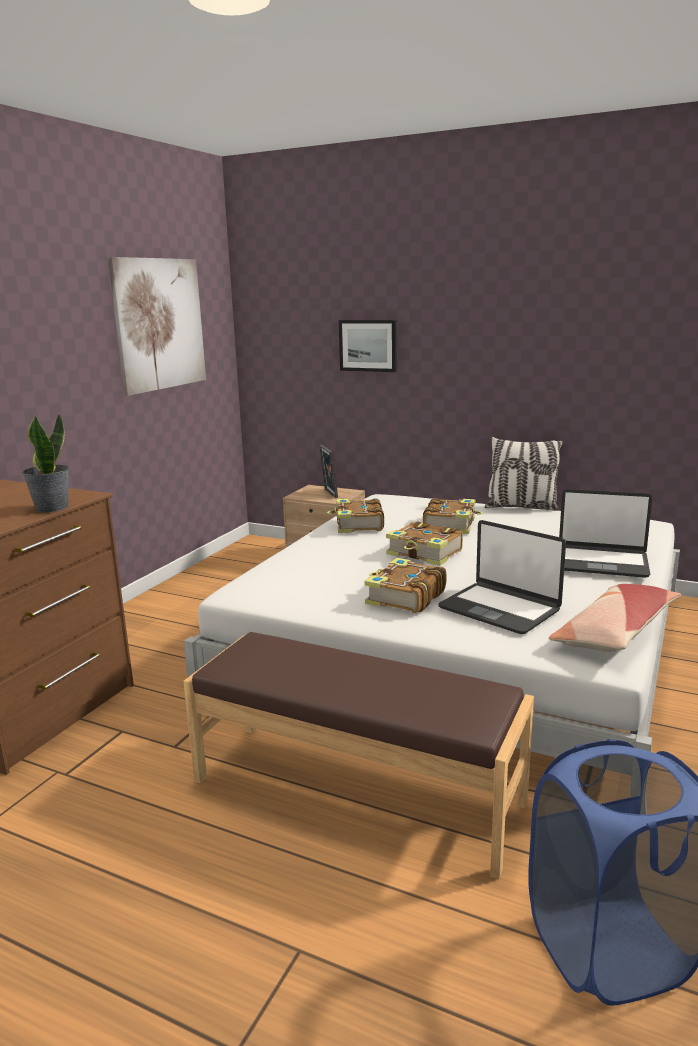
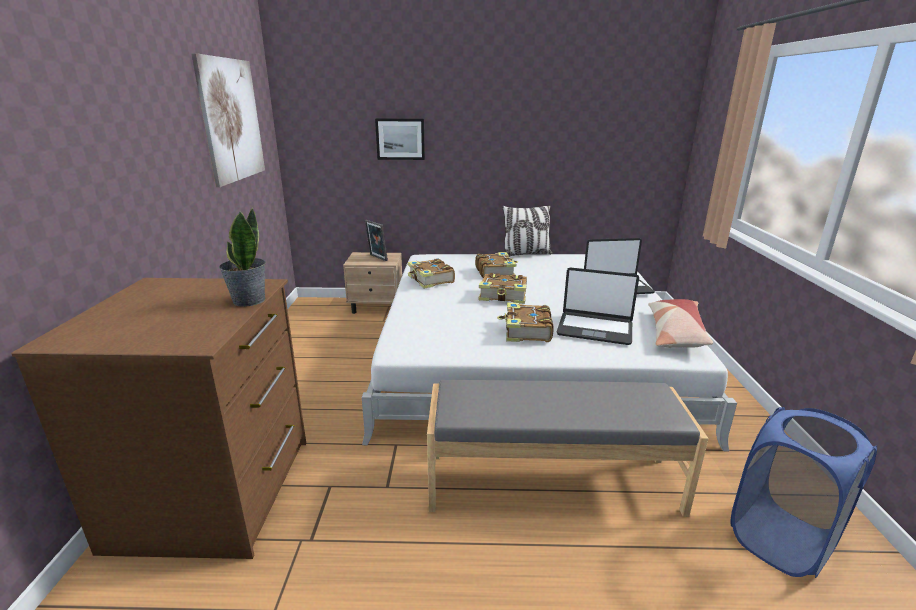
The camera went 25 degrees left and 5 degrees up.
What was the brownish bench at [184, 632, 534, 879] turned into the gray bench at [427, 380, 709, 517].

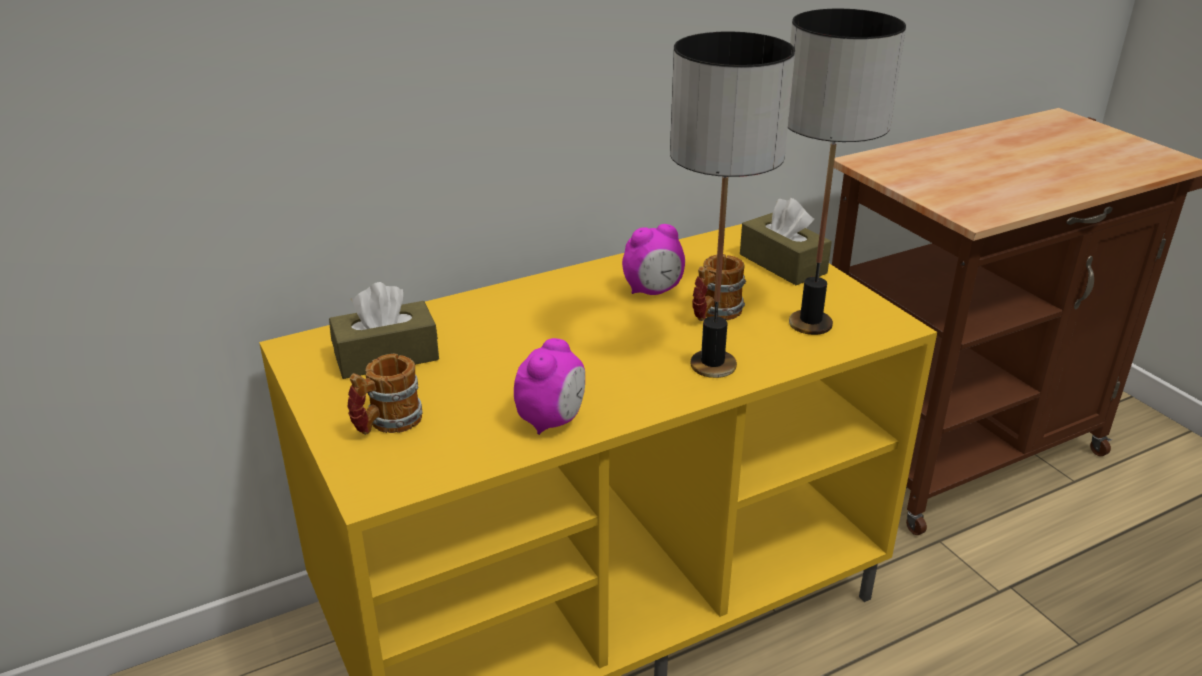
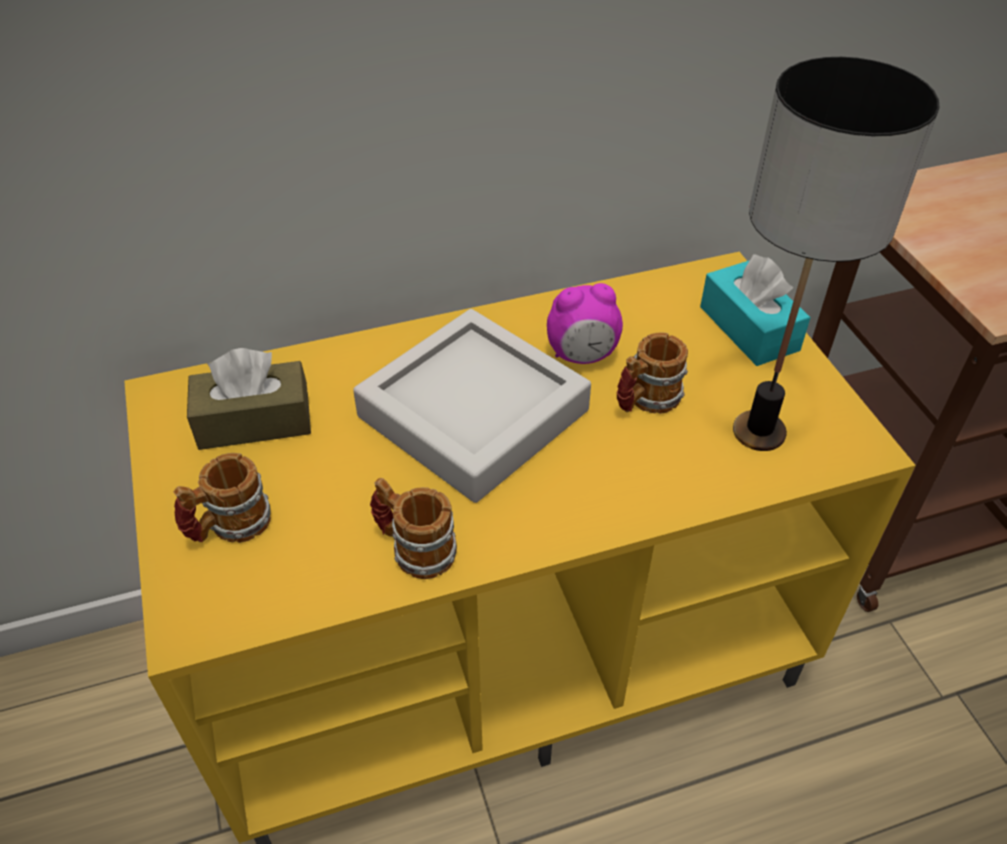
The camera went 10 degrees right and 15 degrees up.
The second view lost the tabletop lamp at [670, 31, 795, 378].
The second view gained the gray serving tray at [353, 309, 591, 503].
Where the bedside clock stood at [514, 338, 585, 435], the mug came to stand at [370, 478, 457, 579].
What was the brownish tissue box at [740, 198, 832, 285] turned into the turquoise tissue box at [700, 254, 811, 366].

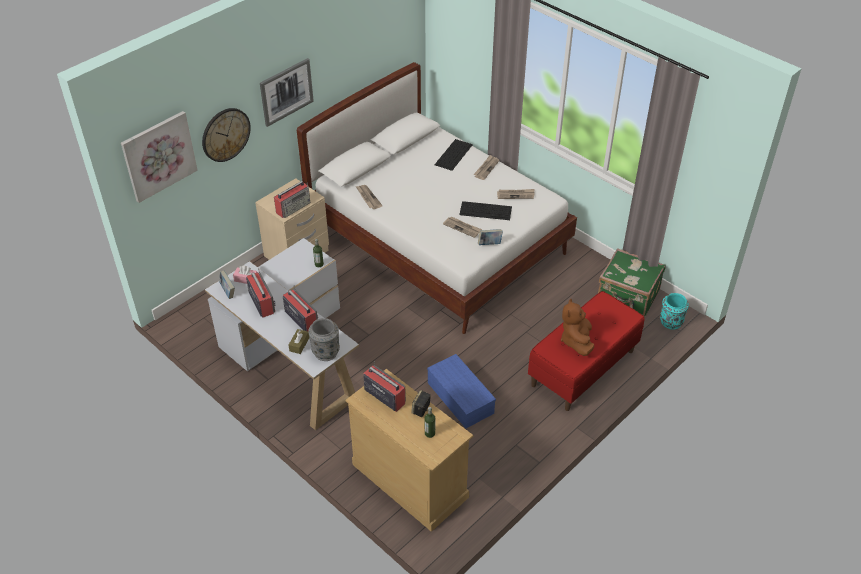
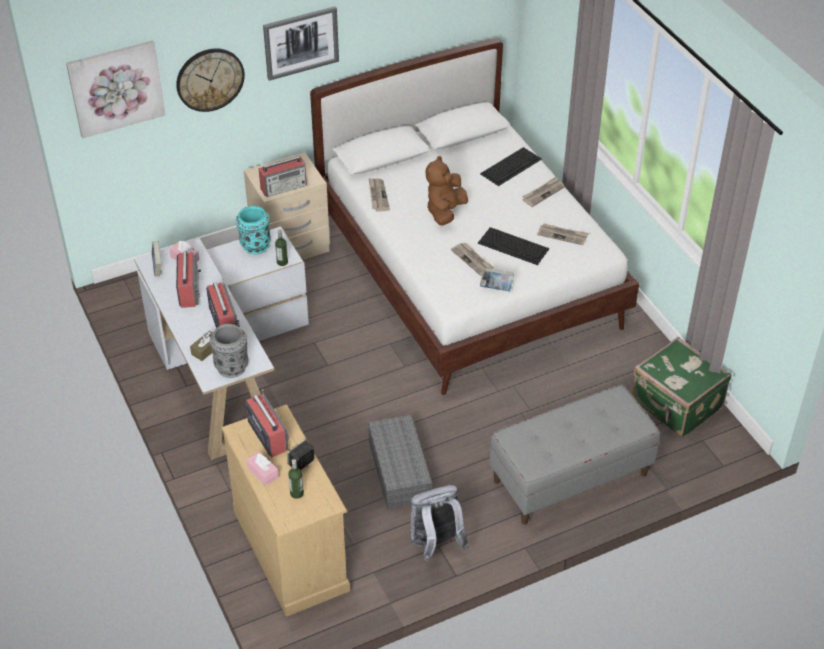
The camera went 20 degrees right and 0 degrees up.
The second view gained the pink tissue box at [246, 452, 279, 486].
The second view gained the gray knapsack at [411, 485, 469, 561].
The brownish cuddly toy ended up elsewhere, having gone from [561, 299, 594, 356] to [426, 156, 468, 225].
The turquoise decorative vase ended up elsewhere, having gone from [660, 293, 689, 330] to [236, 206, 271, 254].
What was the blue-coloured storage container at [427, 354, 496, 428] turned into the gray storage container at [368, 415, 432, 509].
What was the red bench at [528, 291, 644, 411] turned into the gray bench at [490, 385, 660, 525].

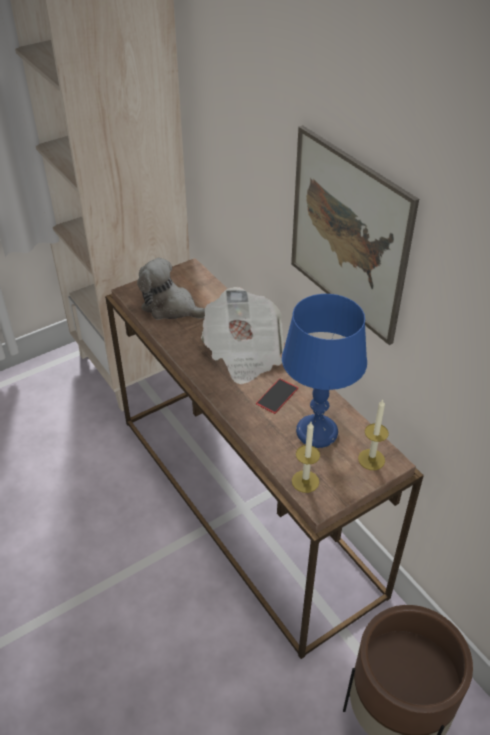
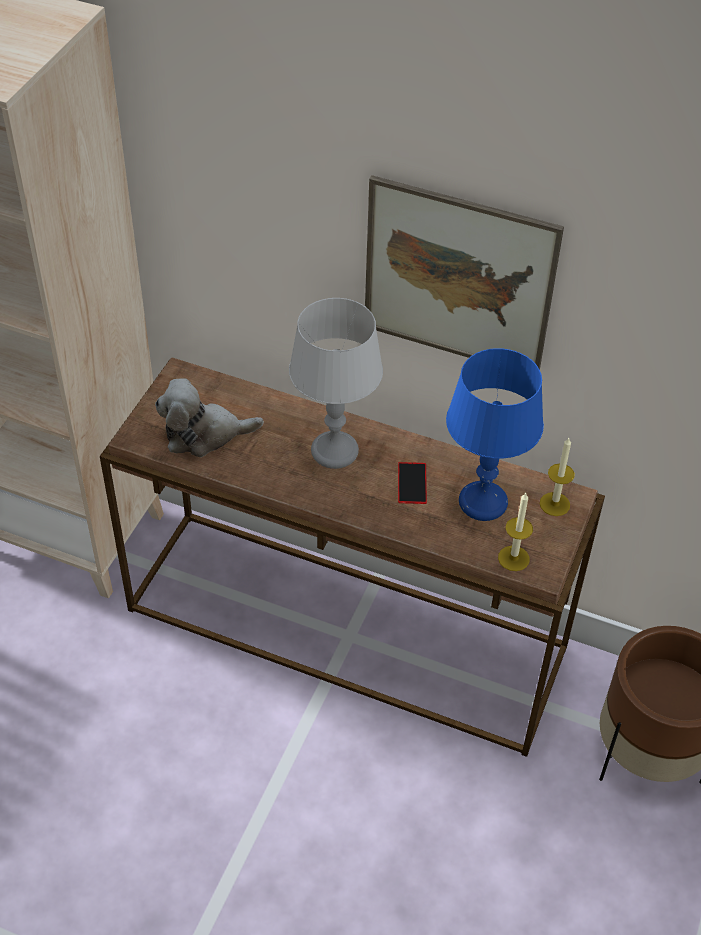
The camera went 35 degrees left and 5 degrees up.
Where the printed paper stood at [201, 287, 284, 384], the gray tabletop lamp came to stand at [289, 298, 383, 469].

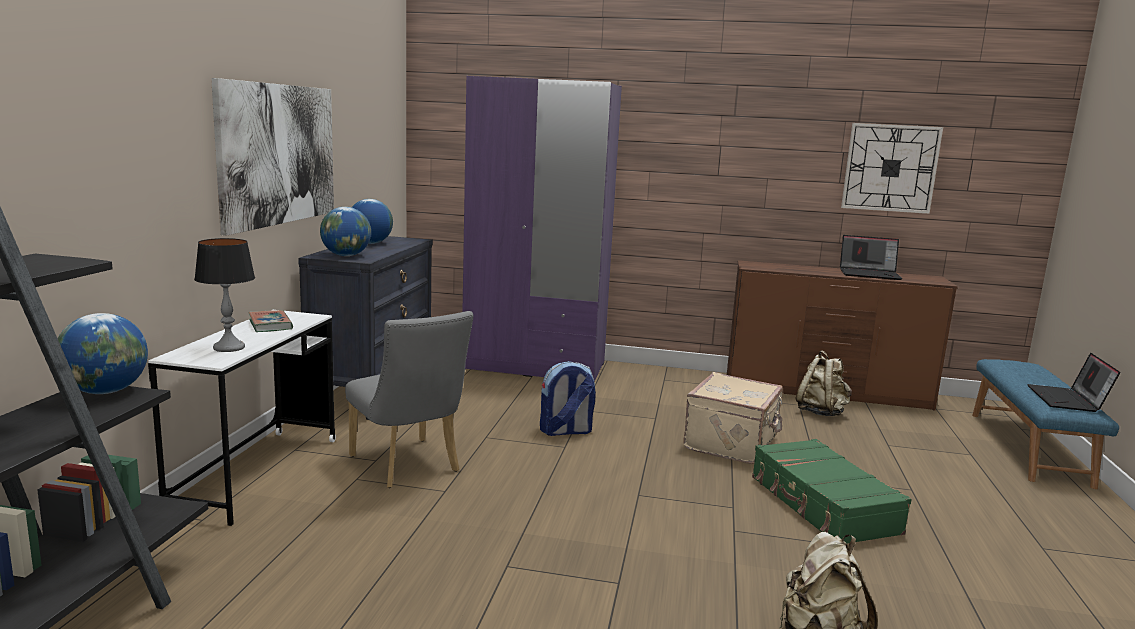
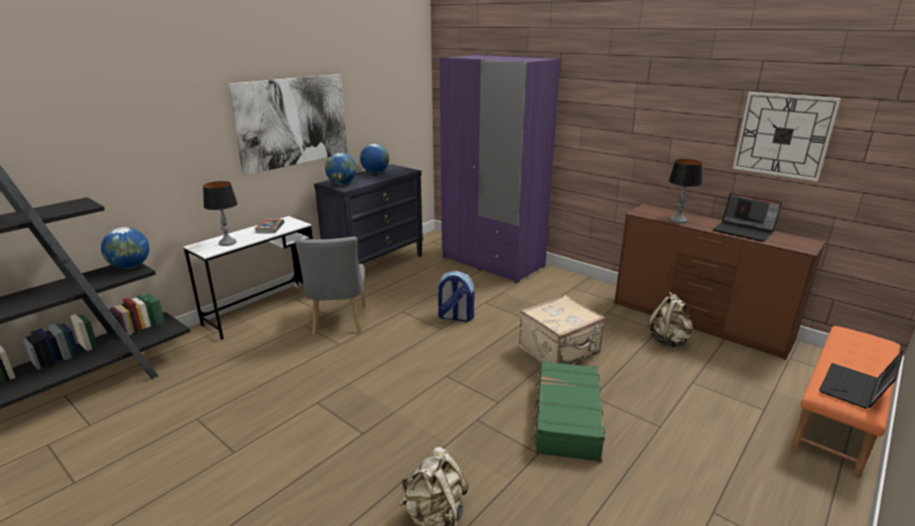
The camera went 30 degrees right and 10 degrees up.
The second view gained the tabletop lamp at [669, 159, 702, 223].
What was the blue-coloured bench at [972, 359, 1119, 489] turned into the orange-coloured bench at [791, 326, 900, 478].

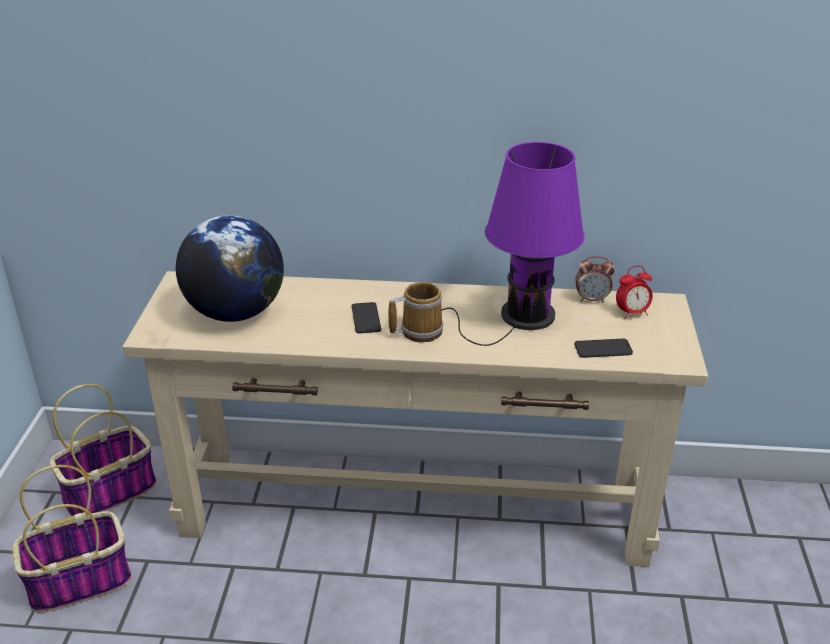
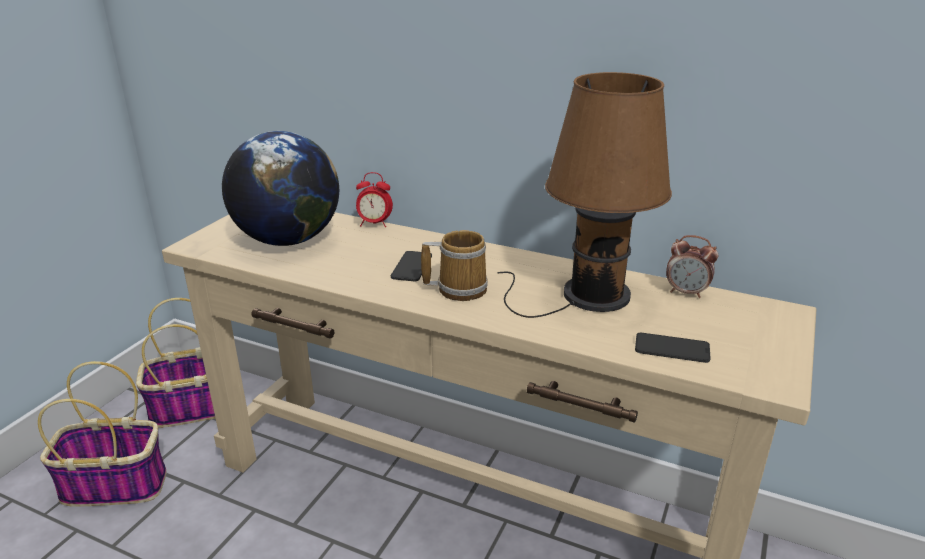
The camera went 20 degrees right and 5 degrees down.
The bedside clock ended up elsewhere, having gone from [616, 266, 653, 319] to [356, 172, 393, 227].
What was the purplish tabletop lamp at [442, 142, 585, 346] turned into the brownish tabletop lamp at [497, 72, 672, 318].

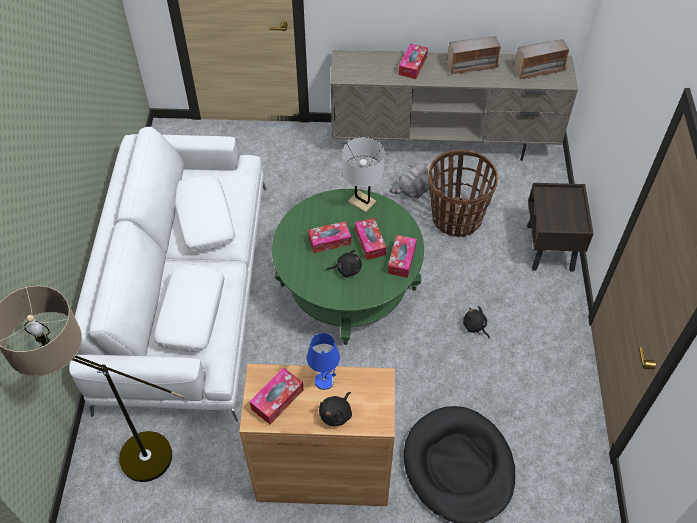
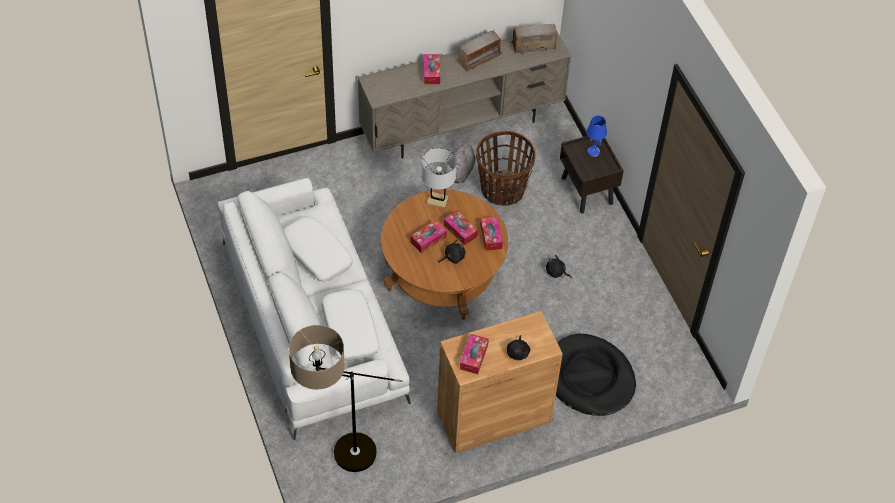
The camera went 25 degrees left and 0 degrees up.
The blue-coloured tabletop lamp ended up elsewhere, having gone from [307, 333, 340, 390] to [587, 116, 607, 157].
What was the green coffee table at [272, 189, 424, 345] turned into the brownish coffee table at [381, 189, 508, 320].
The radio set at [513, 39, 569, 80] ended up facing another way, 150 degrees counterclockwise from before.

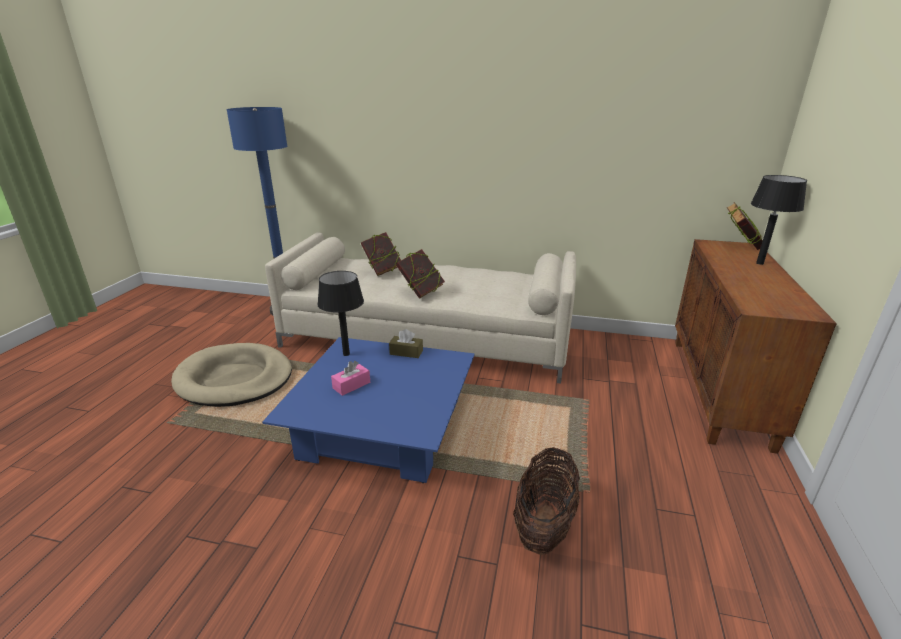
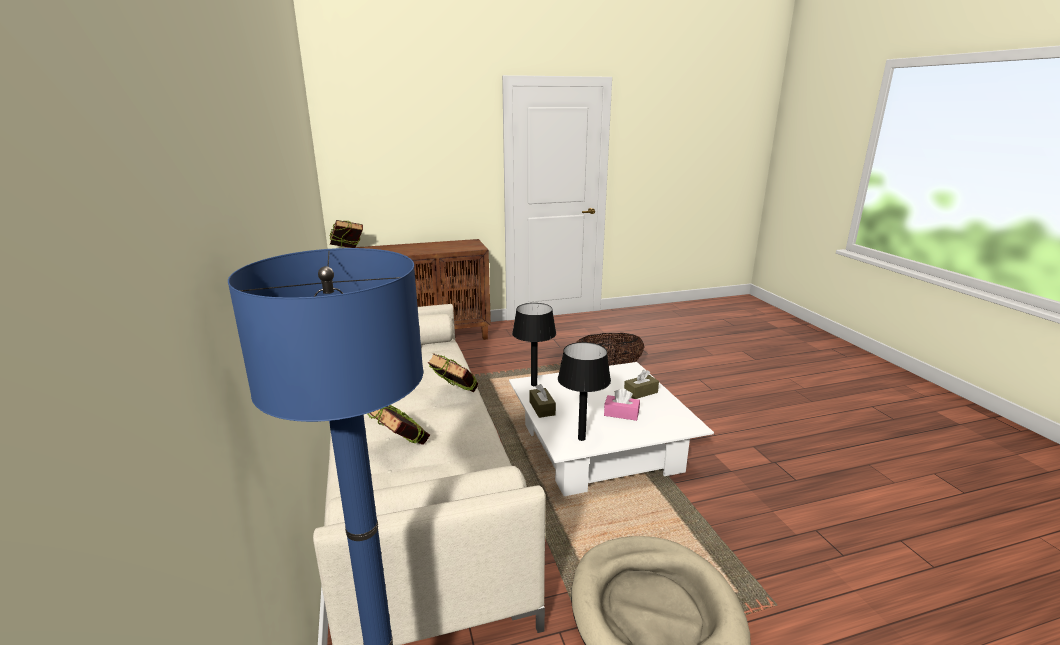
The camera went 120 degrees left and 5 degrees down.
The second view gained the brownish tissue box at [624, 370, 659, 399].
The blackish tabletop lamp ended up elsewhere, having gone from [751, 175, 807, 265] to [512, 303, 556, 386].
What was the blue-coloured coffee table at [262, 337, 475, 483] turned into the white coffee table at [509, 362, 714, 496].

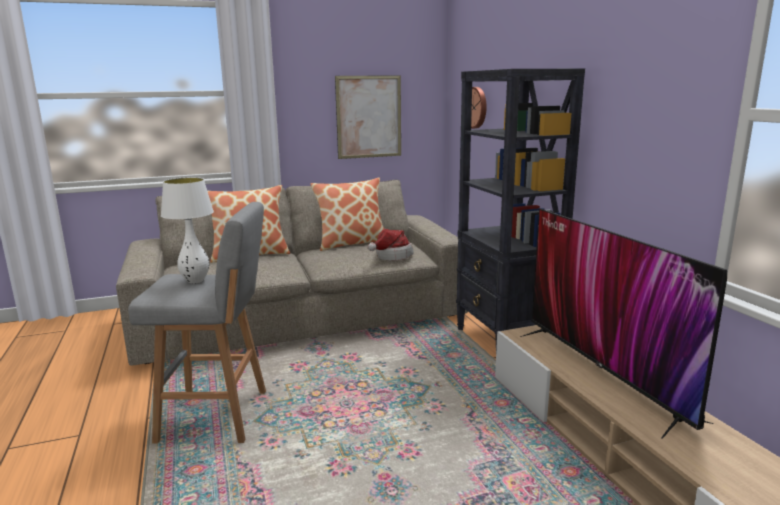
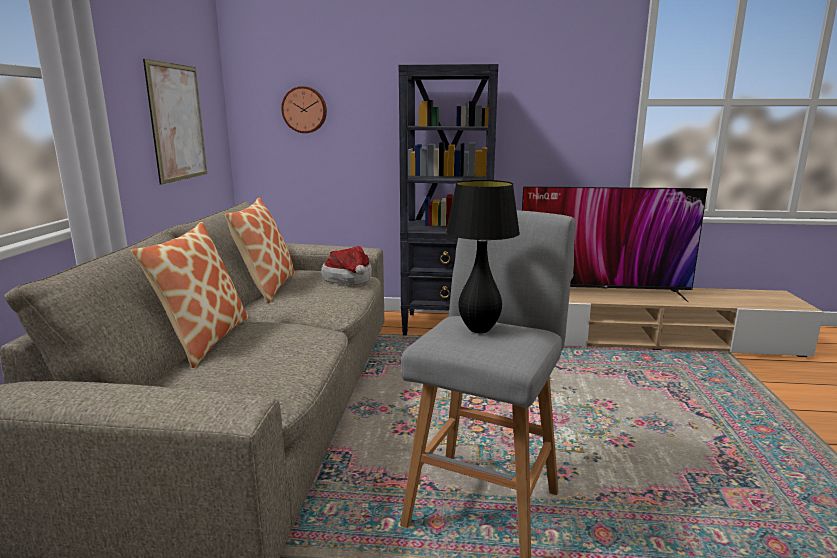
The camera went 65 degrees left and 0 degrees up.
What was the white tabletop lamp at [161, 177, 214, 284] turned into the blackish tabletop lamp at [446, 180, 520, 333].

